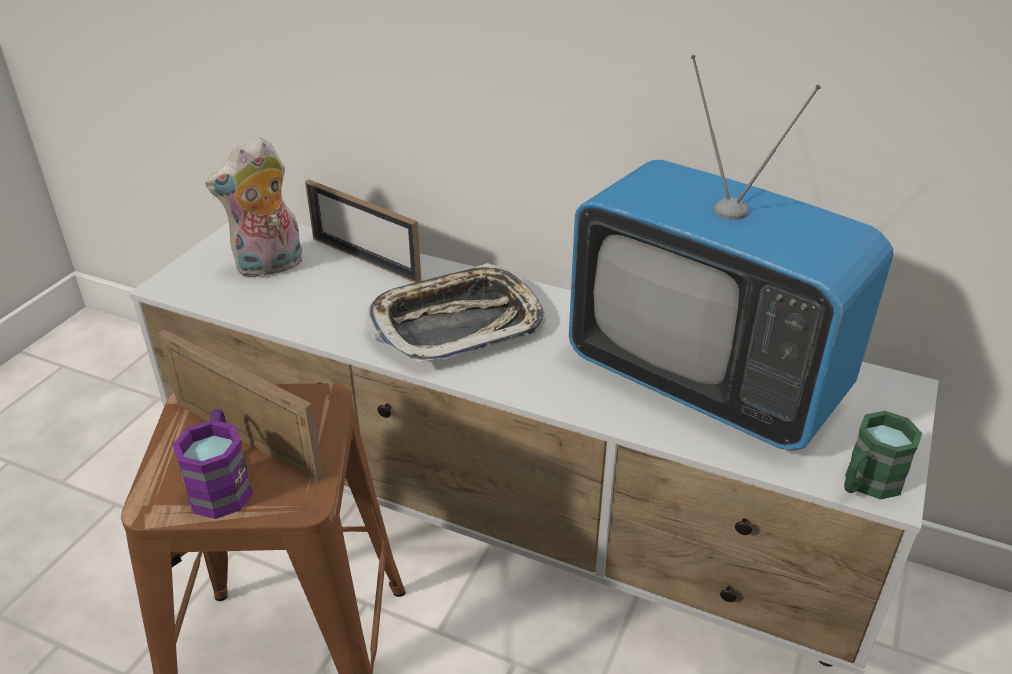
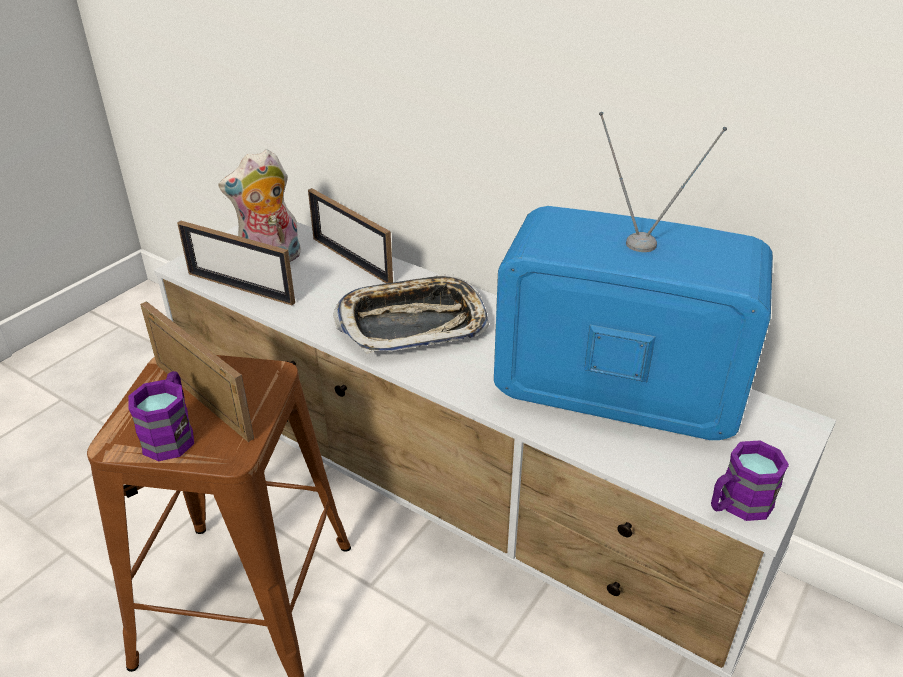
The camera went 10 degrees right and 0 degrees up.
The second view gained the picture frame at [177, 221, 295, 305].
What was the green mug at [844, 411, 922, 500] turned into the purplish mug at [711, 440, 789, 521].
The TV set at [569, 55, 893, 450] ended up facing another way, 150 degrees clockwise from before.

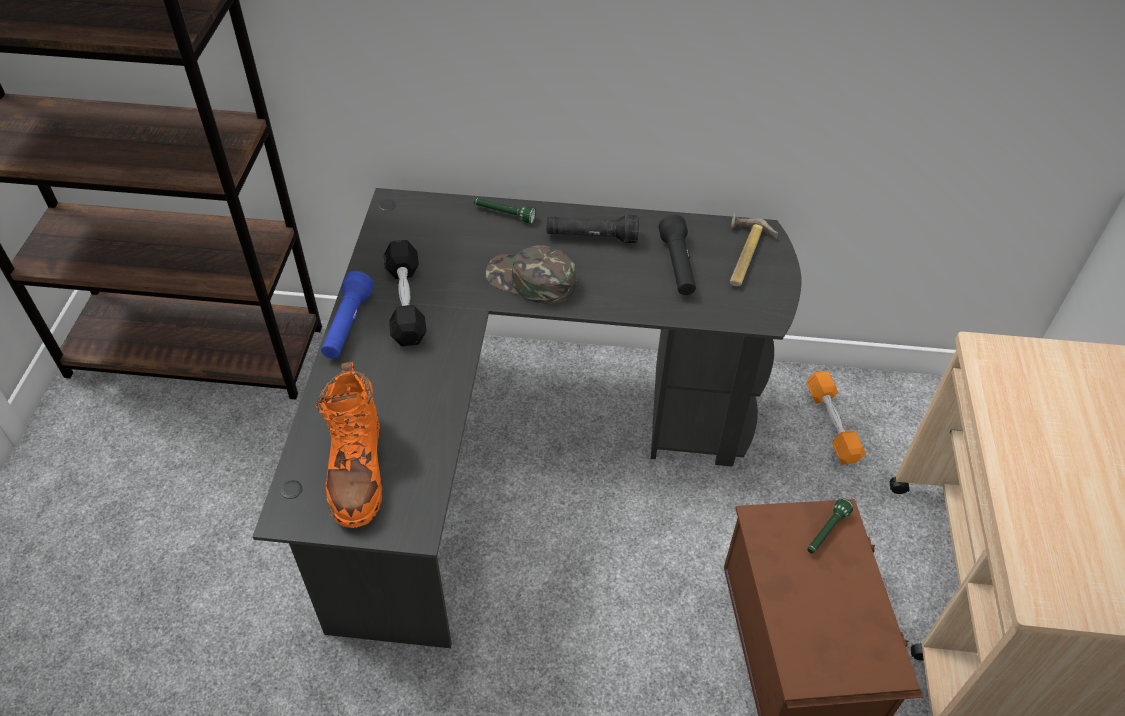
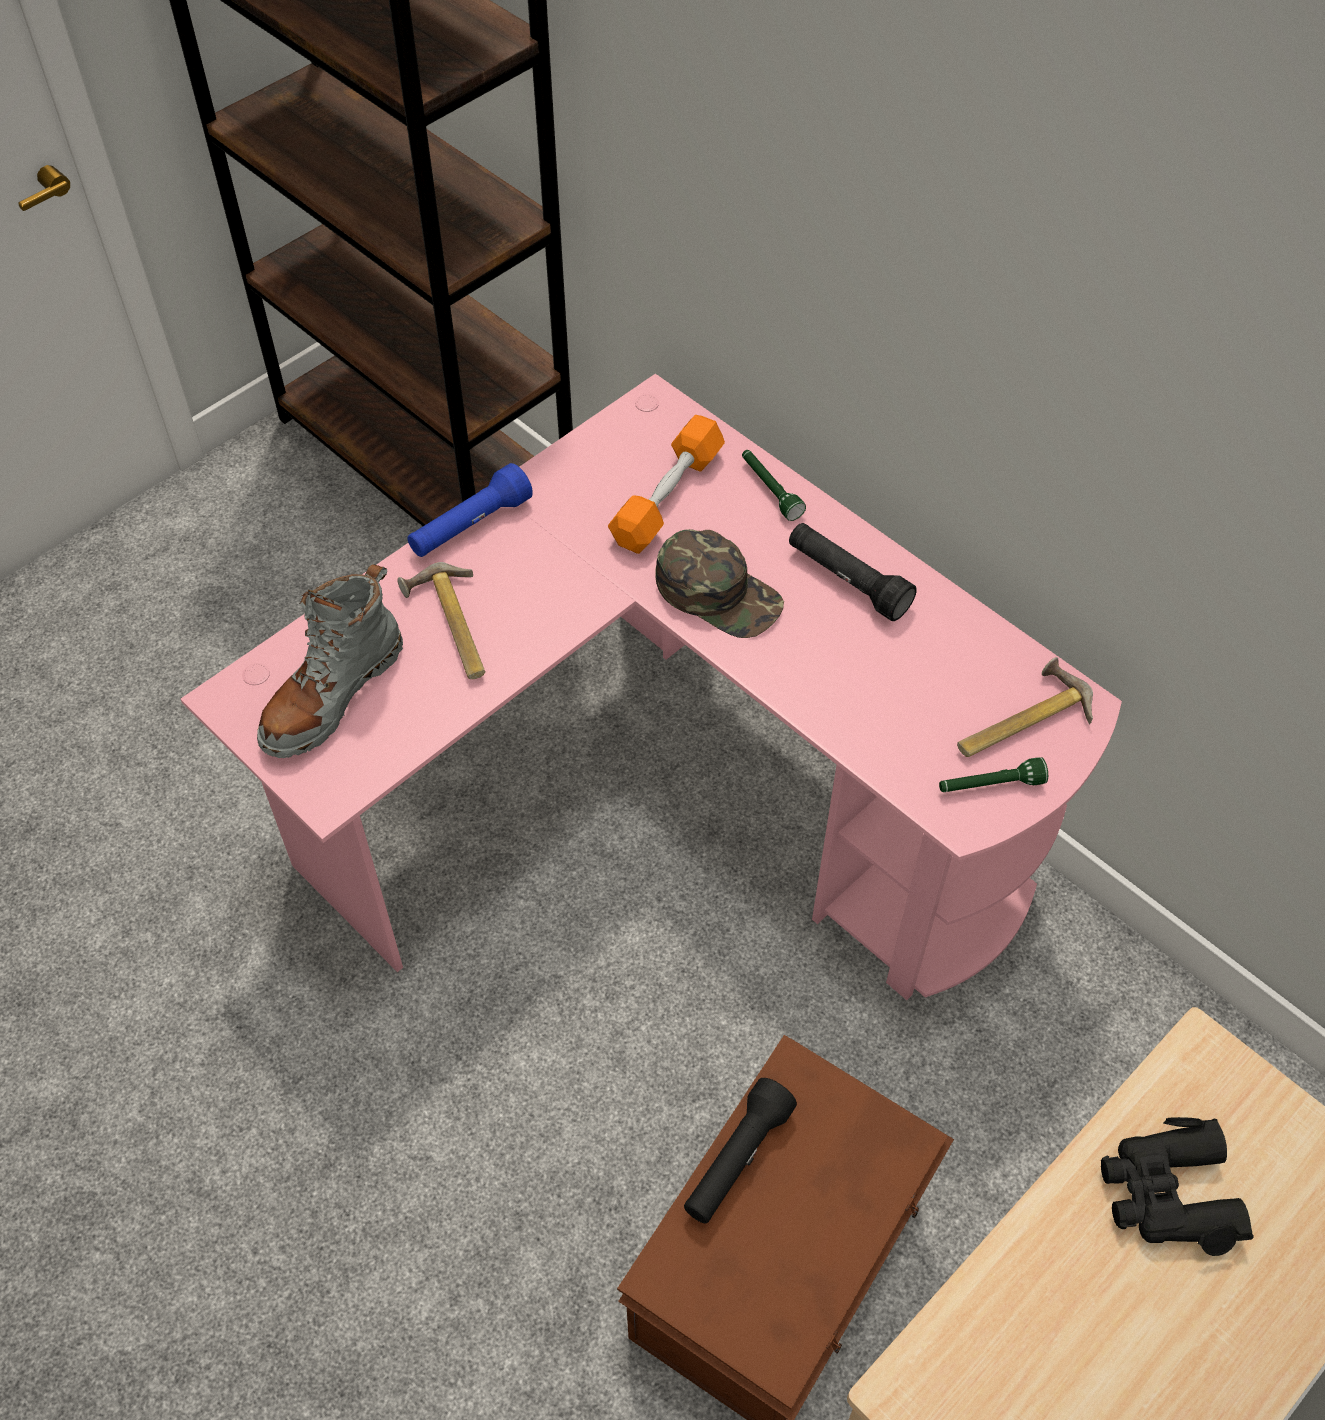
The camera went 40 degrees right and 5 degrees up.
The second view lost the blackish free weight at [384, 240, 427, 346].
The second view gained the hammer at [398, 562, 486, 679].
The second view gained the blackish field glasses at [1101, 1117, 1254, 1256].
The blackish torch ended up elsewhere, having gone from [659, 215, 696, 295] to [684, 1078, 797, 1223].
The orange-coloured free weight ended up elsewhere, having gone from [806, 371, 866, 465] to [608, 415, 725, 554].
The green torch ended up elsewhere, having gone from [807, 498, 854, 554] to [939, 757, 1048, 792].
What was the blackish desk at [252, 188, 801, 648] turned into the pink desk at [181, 374, 1122, 1000].
What was the orange-coloured boot at [315, 361, 382, 528] turned into the gray boot at [257, 565, 403, 758].
The green peaked cap at [486, 246, 576, 304] ended up facing another way, 150 degrees clockwise from before.

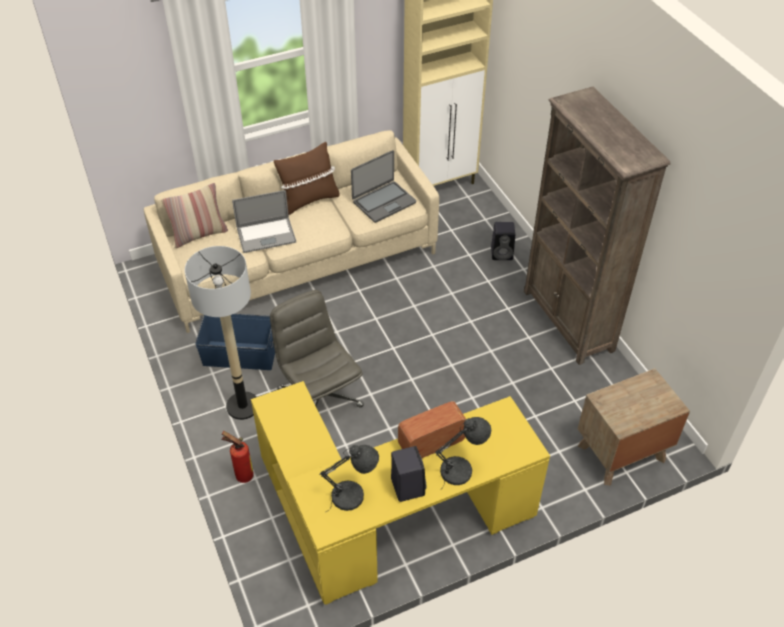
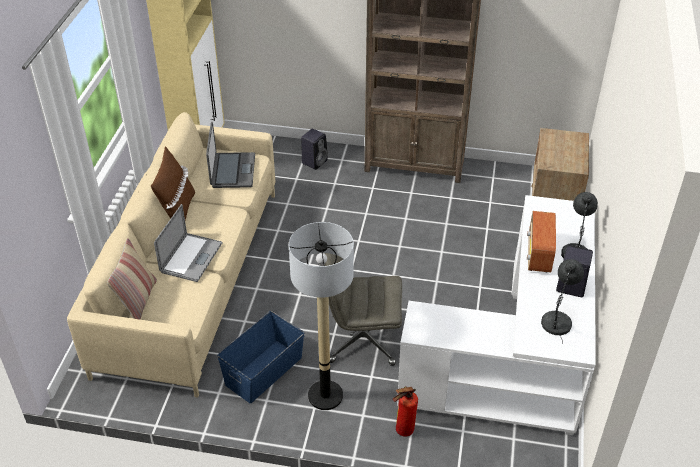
The camera went 55 degrees left and 5 degrees down.
What was the yellowish desk at [251, 381, 550, 605] turned into the white desk at [397, 195, 596, 435].

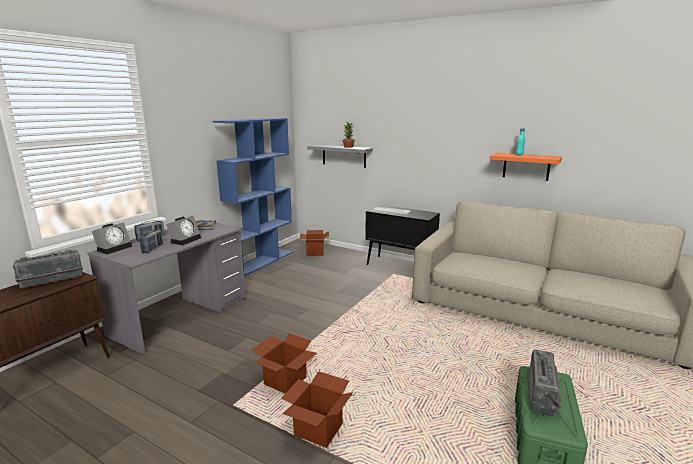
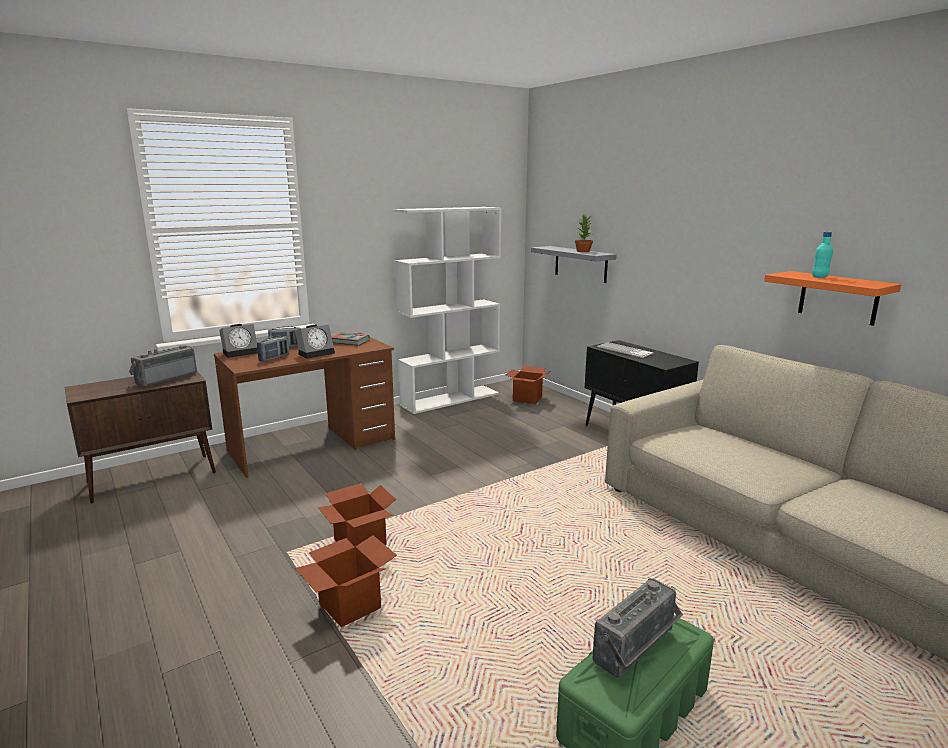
The camera went 25 degrees right and 0 degrees up.
What was the gray desk at [87, 220, 246, 355] turned into the brownish desk at [214, 332, 395, 478].
What was the blue-coloured bookshelf at [213, 118, 293, 276] turned into the white bookshelf at [392, 207, 501, 414].
The radio set at [13, 249, 83, 289] ended up facing another way, 135 degrees clockwise from before.

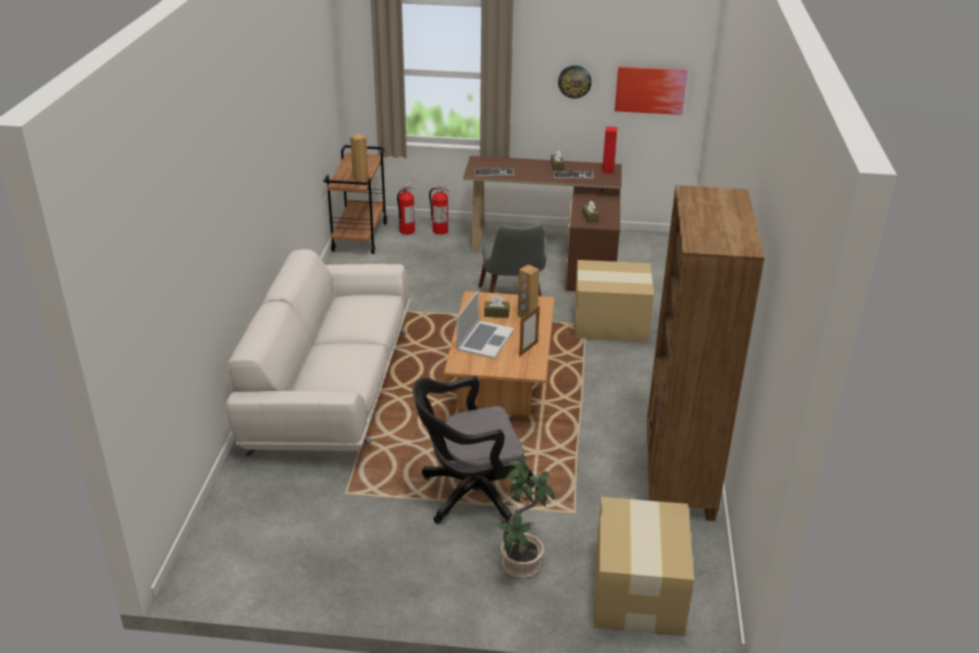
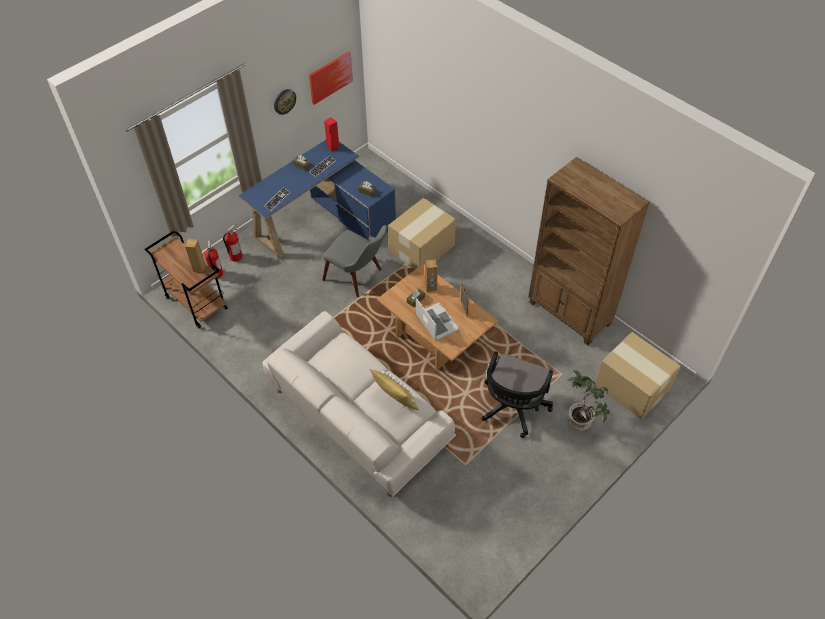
The camera went 50 degrees left and 20 degrees up.
The second view gained the yellowish throw pillow at [370, 369, 419, 410].
What was the brownish desk at [463, 156, 622, 291] turned into the blue-coloured desk at [238, 140, 396, 258].

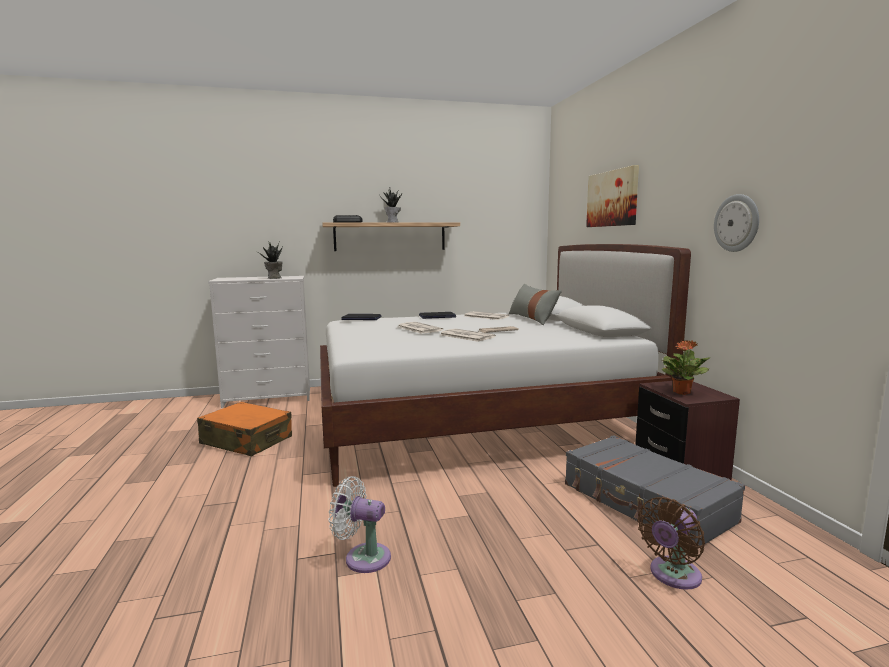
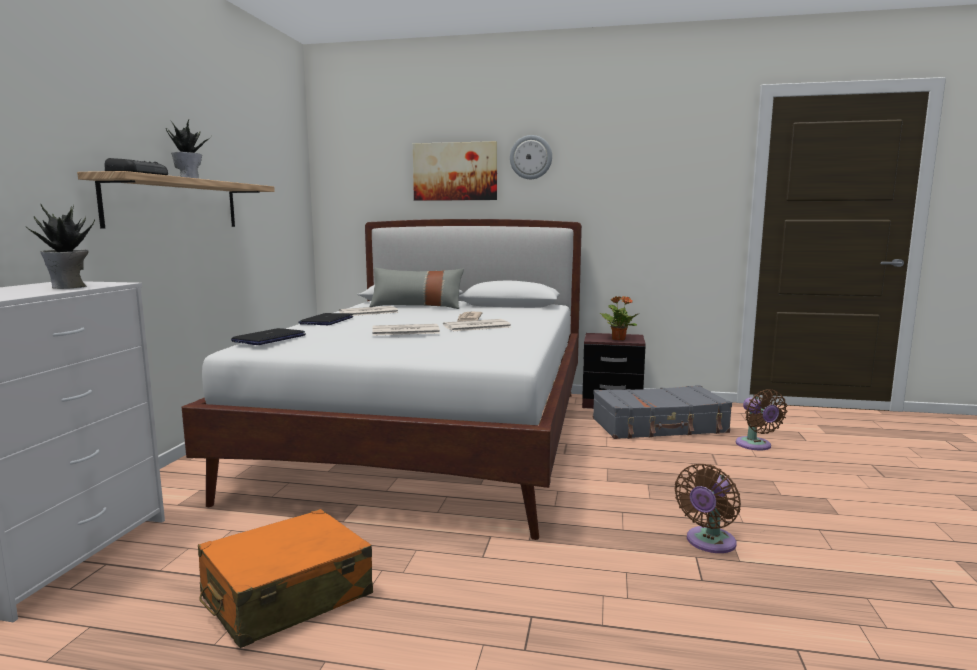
The camera went 65 degrees left and 0 degrees up.
The hanging clock ended up elsewhere, having gone from [714, 194, 759, 252] to [510, 135, 552, 179].
What was the white cooling fan at [328, 476, 391, 573] turned into the brownish cooling fan at [674, 464, 741, 553].

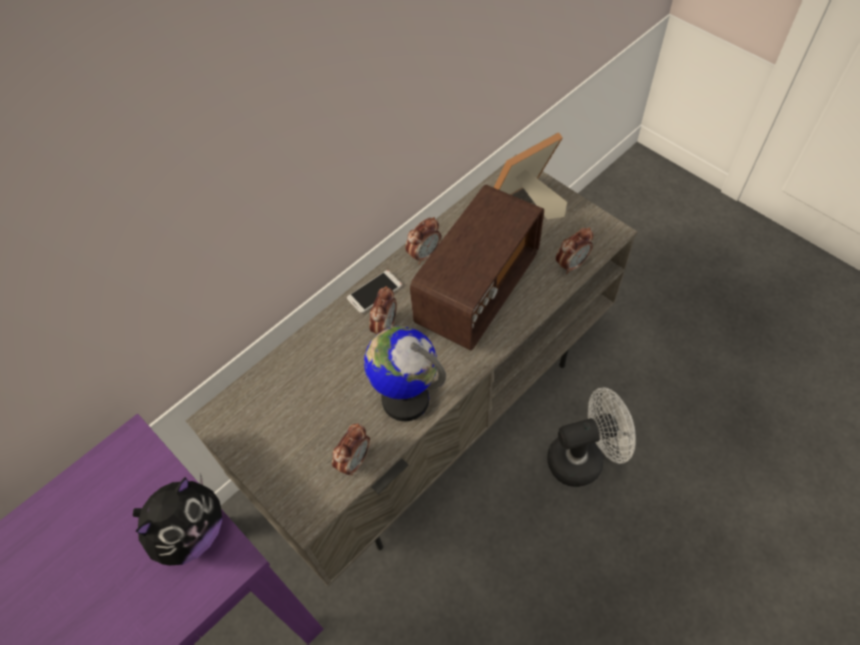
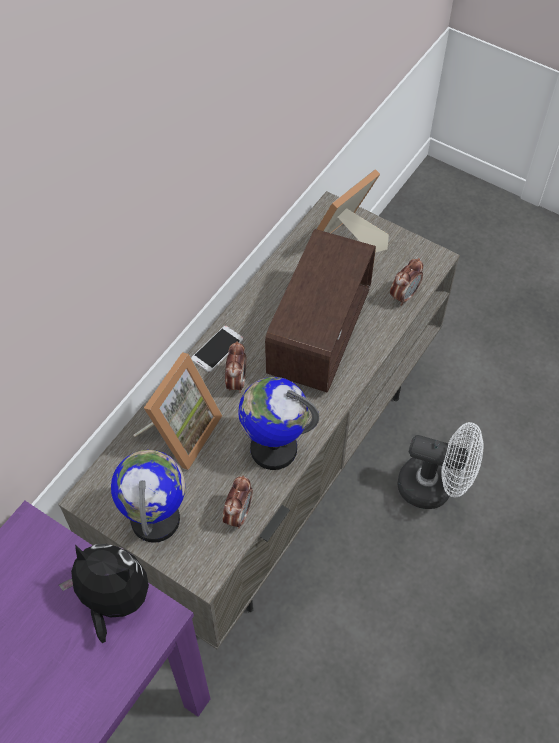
The camera went 15 degrees left and 0 degrees up.
The second view lost the bedside clock at [405, 217, 441, 265].
The second view gained the desk globe at [111, 450, 185, 543].
The second view gained the picture frame at [134, 352, 222, 470].
The cuddly toy at [133, 473, 222, 565] ended up facing another way, 90 degrees counterclockwise from before.
The white cooling fan at [547, 388, 635, 487] ended up facing another way, 45 degrees clockwise from before.

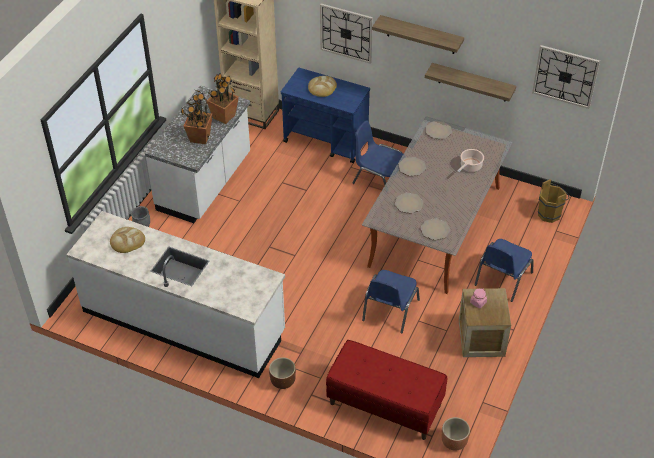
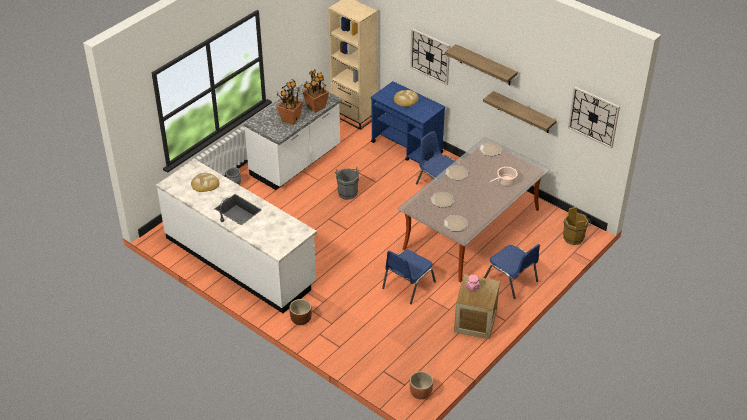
The camera went 15 degrees right and 5 degrees down.
The second view lost the red bench at [326, 340, 447, 440].
The second view gained the gray pail at [335, 167, 359, 200].
The blue-coloured chair at [475, 239, 533, 302] ended up facing another way, 90 degrees counterclockwise from before.

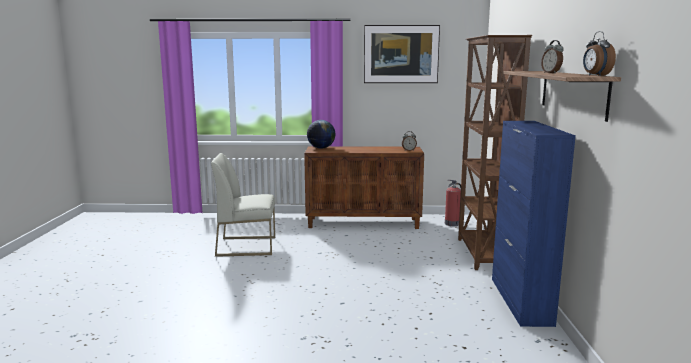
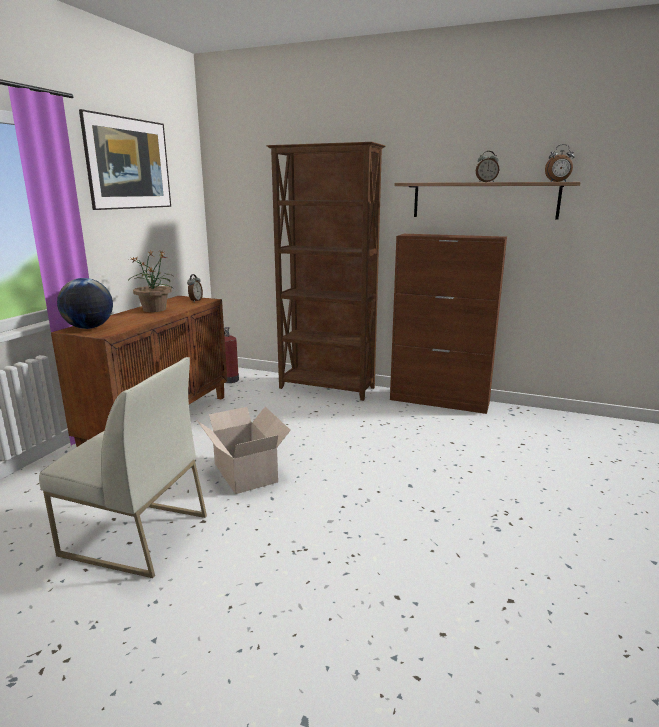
The camera went 70 degrees left and 5 degrees up.
The second view gained the plant in a pot at [130, 250, 173, 312].
The second view gained the cardboard box at [197, 407, 291, 494].
What was the blue-coloured cabinet at [492, 121, 576, 327] turned into the brownish cabinet at [390, 234, 507, 414].
The white chair at [211, 153, 275, 257] ended up facing another way, 90 degrees counterclockwise from before.

